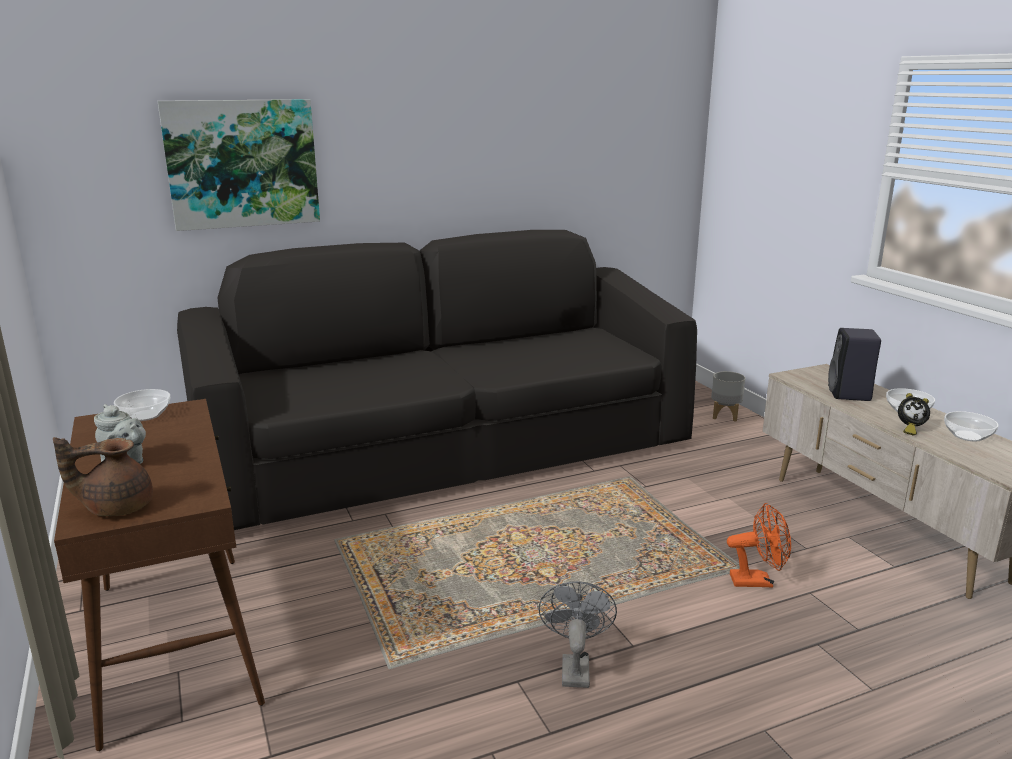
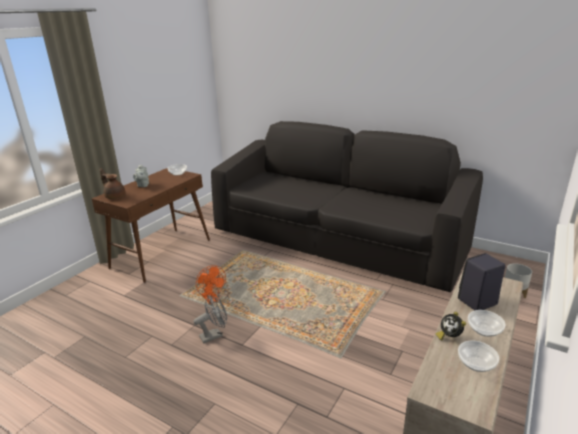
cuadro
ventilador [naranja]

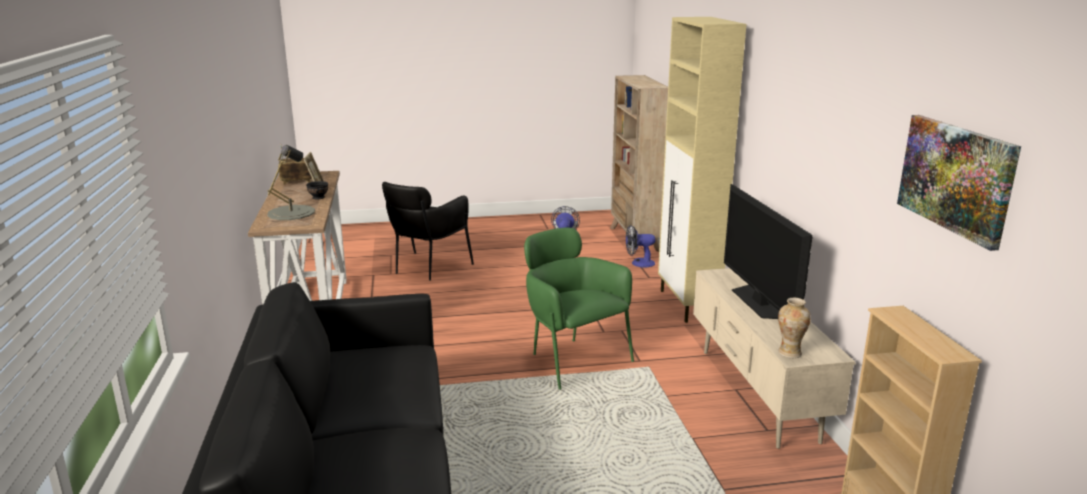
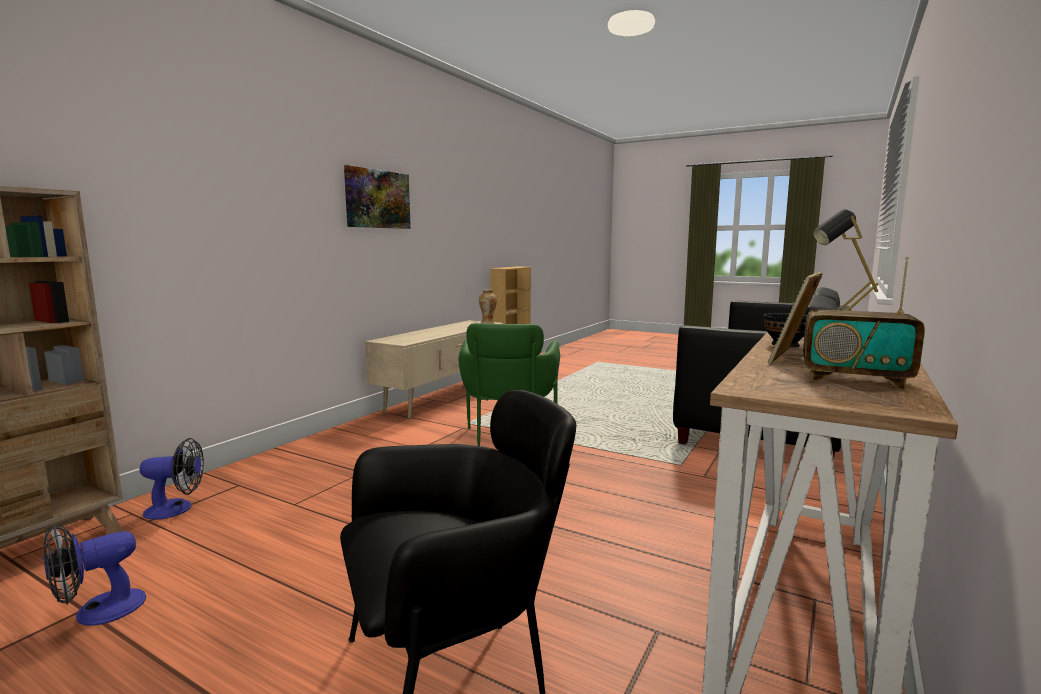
ventilador (no. 2 from left)
armario [beis]
televisor
cuadro

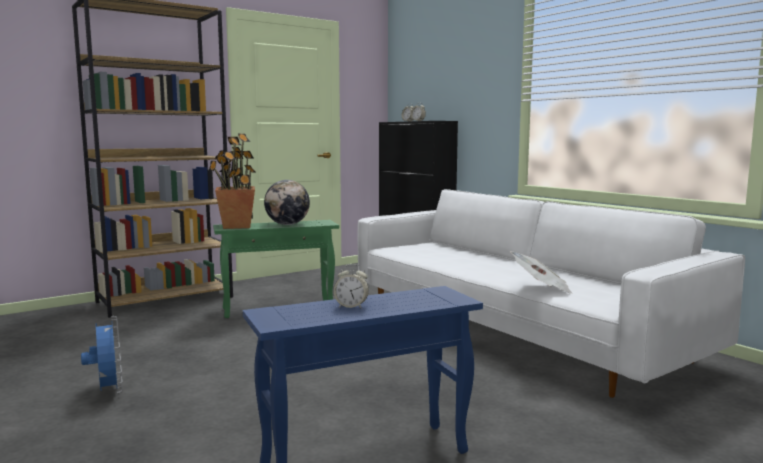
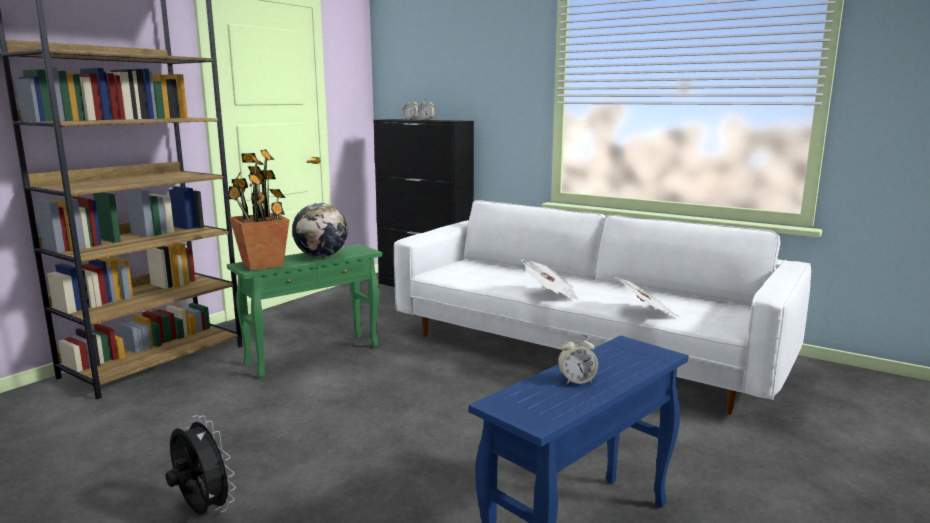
ventilador [negro]
periódico (no. 1 from left)

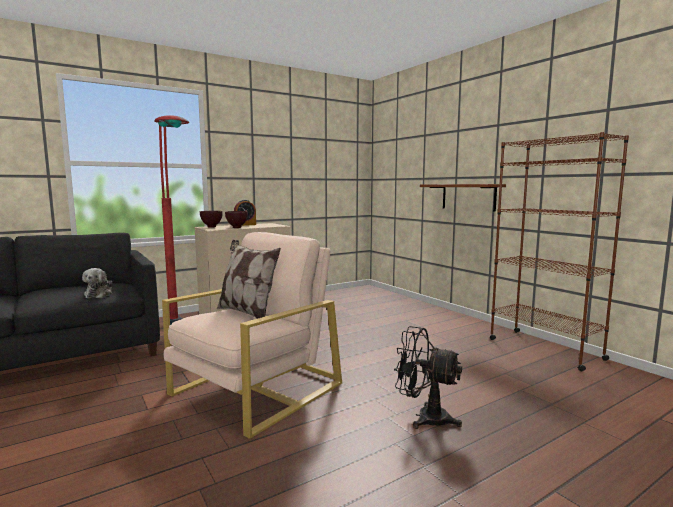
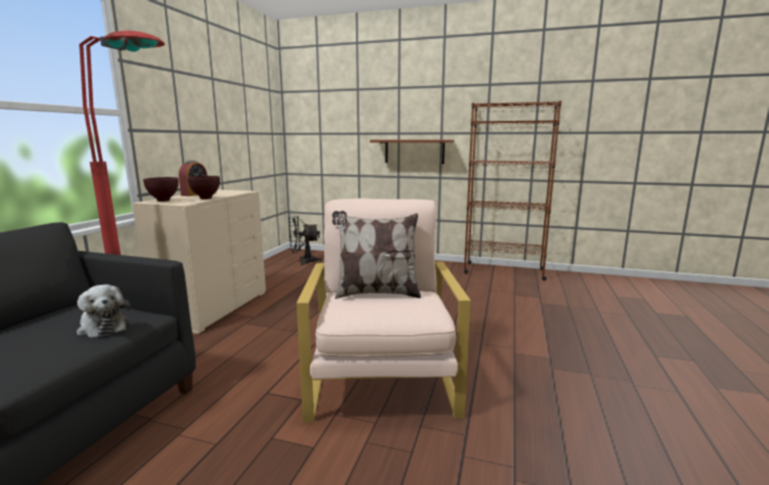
ventilador [negro]

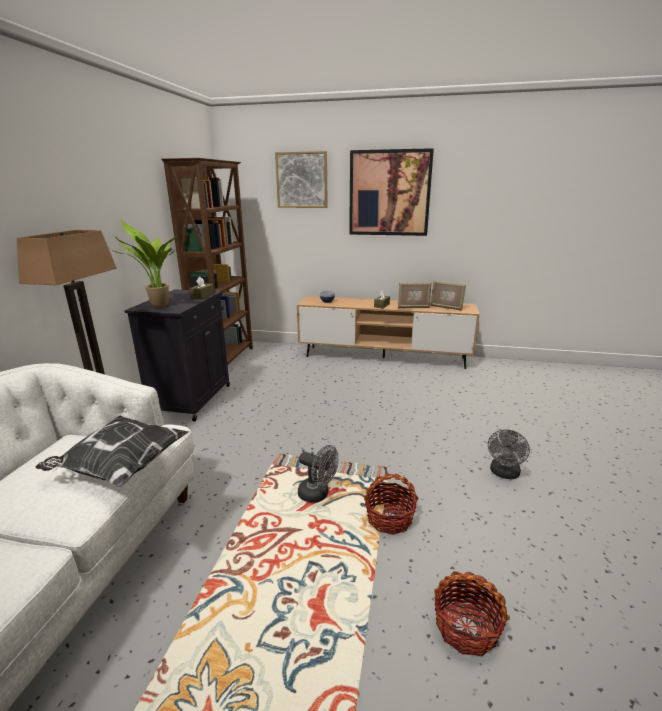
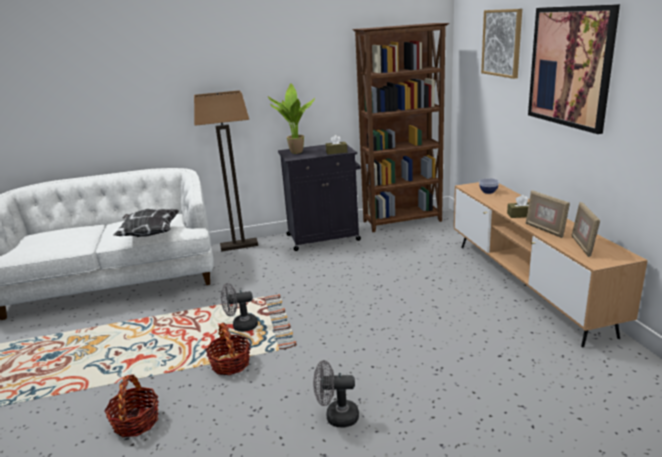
ventilador [gris] (no. 1 from left)

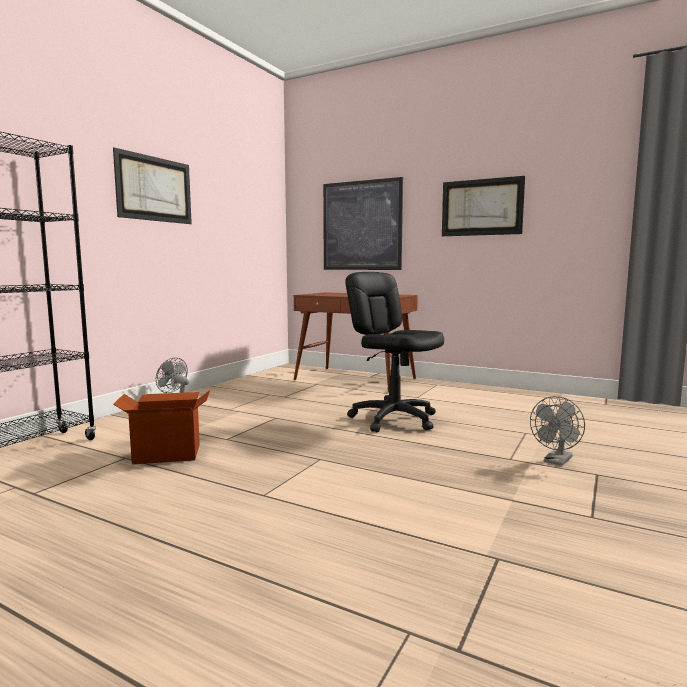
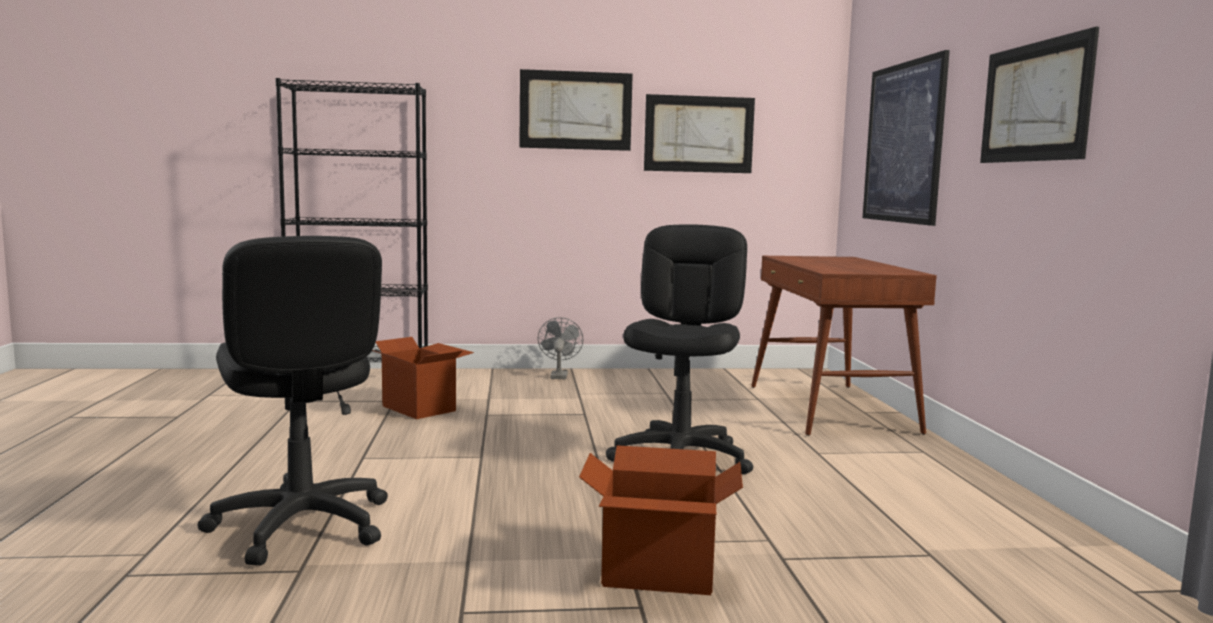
caja de cartón (no. 2 from left)
silla de oficina [negro] (no. 1 from left)
cuadro (no. 2 from left)

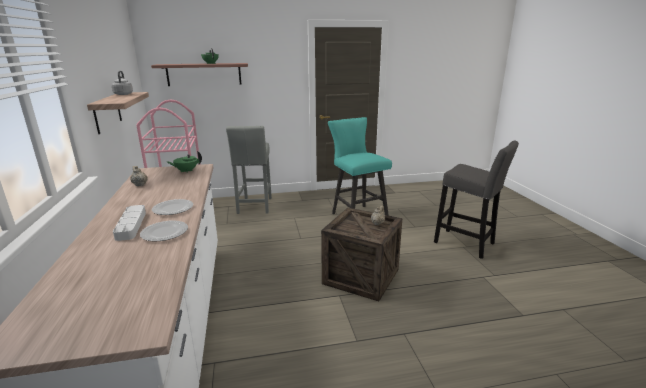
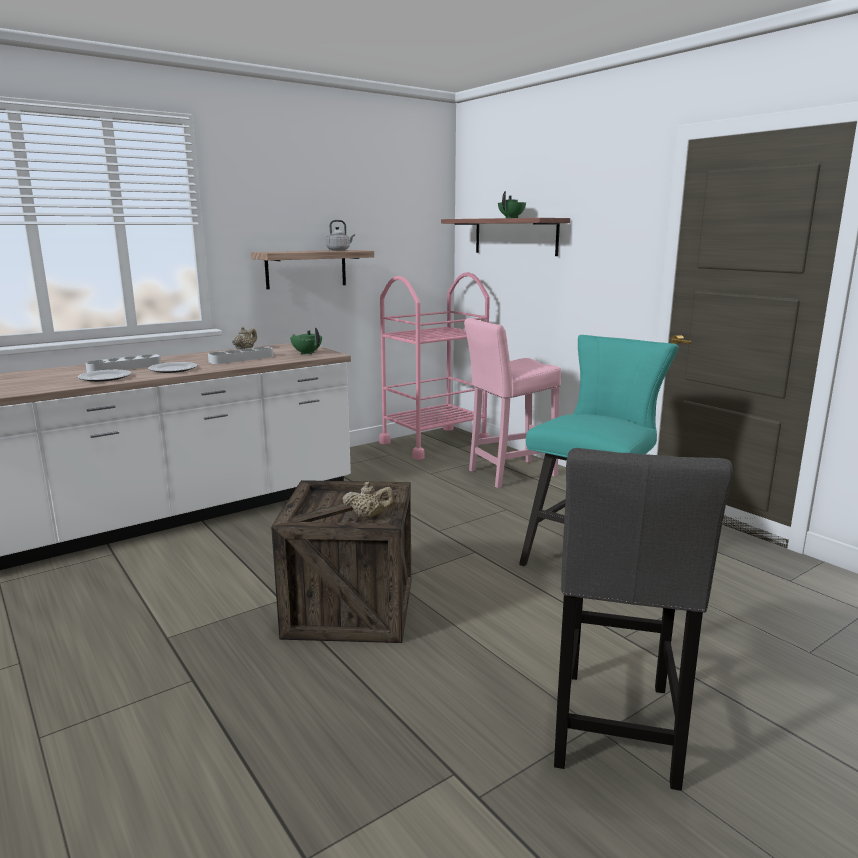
taburete [rosa]
bandeja [gris] (no. 2 from left)

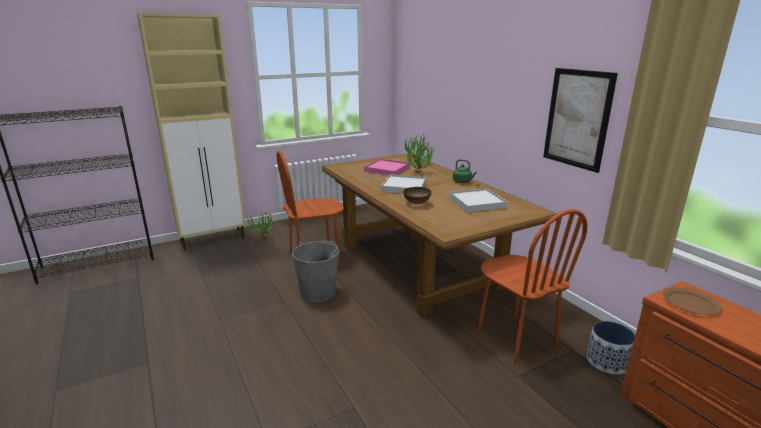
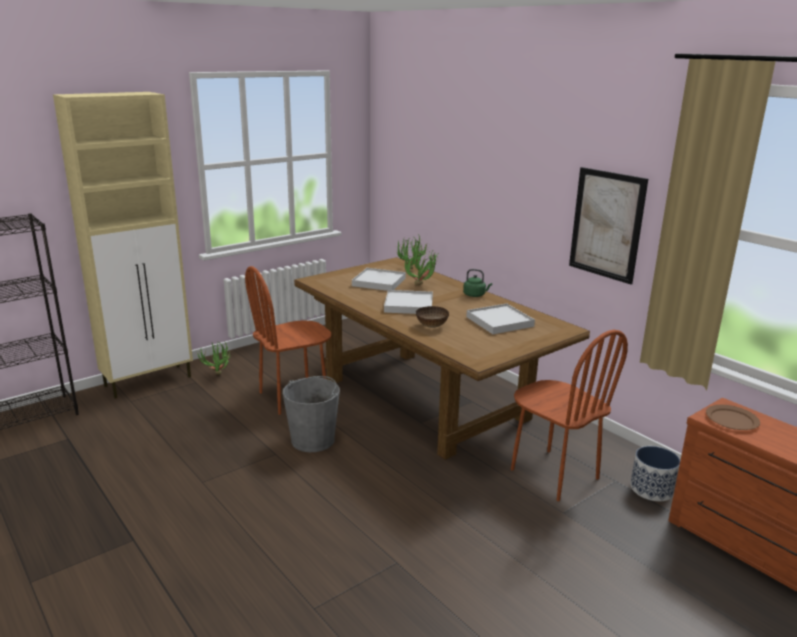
bandeja [blanco] (no. 1 from left)

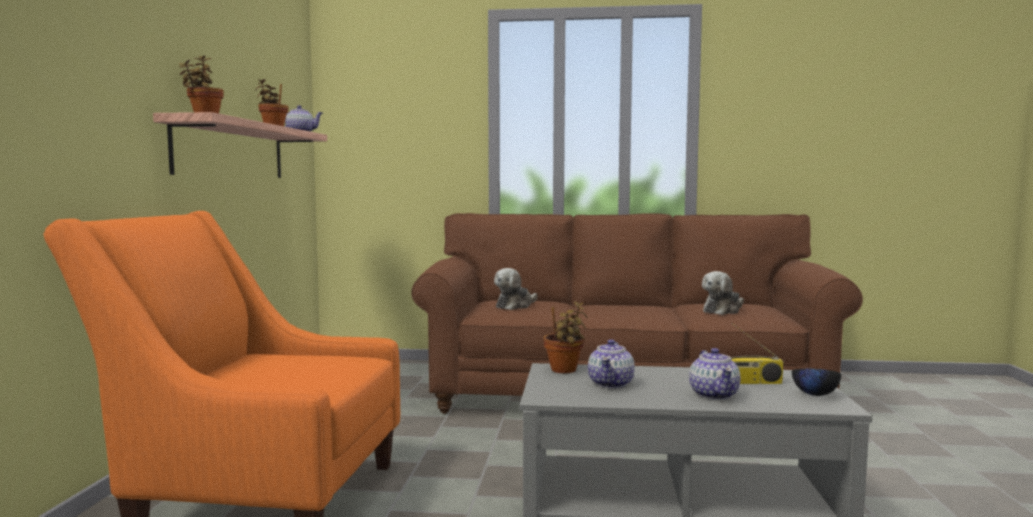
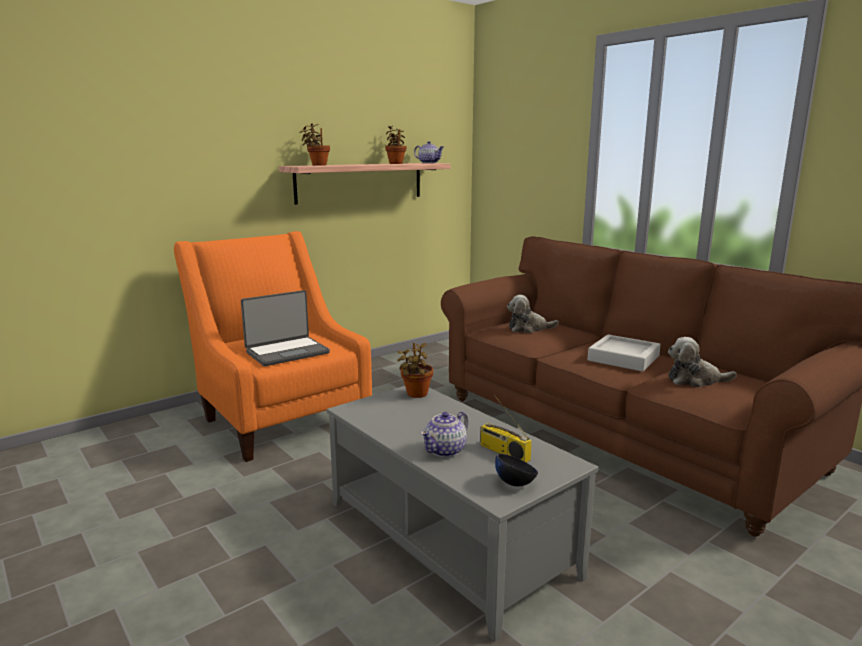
tetera (no. 2 from left in the first image)
portátil
bandeja [gris]

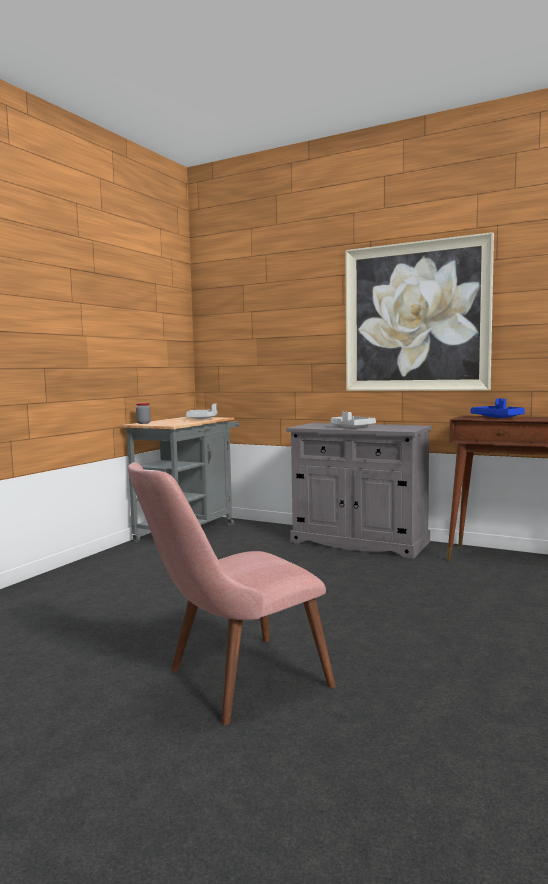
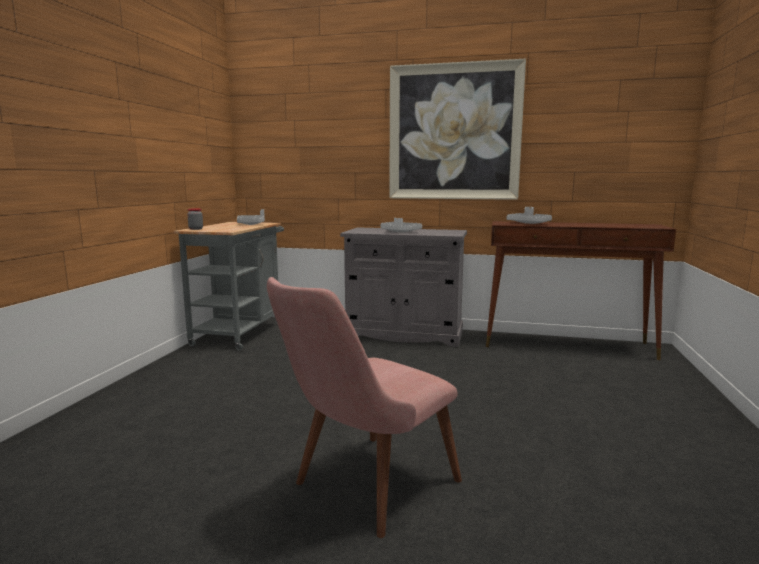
bandeja [gris] (no. 3 from left)

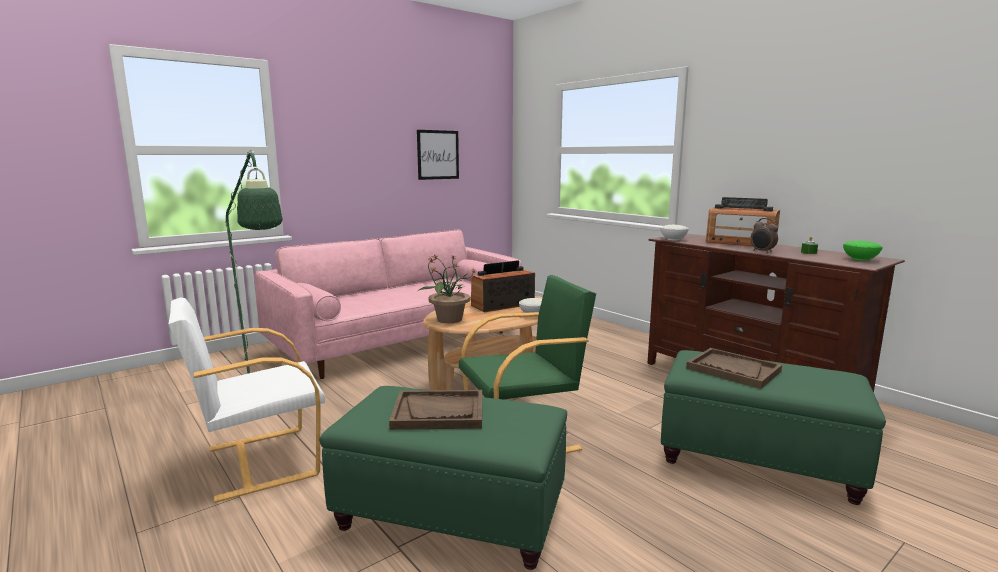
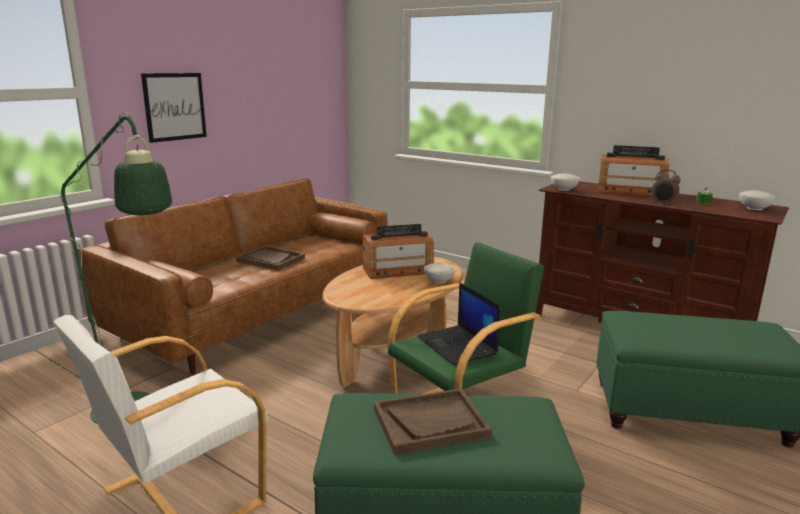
sofá [marrón]
cuadro
planta en maceta
radio (no. 1 from left)
bandeja [marrón] (no. 1 from left)
cuenco [blanco] (no. 3 from left)
portátil

